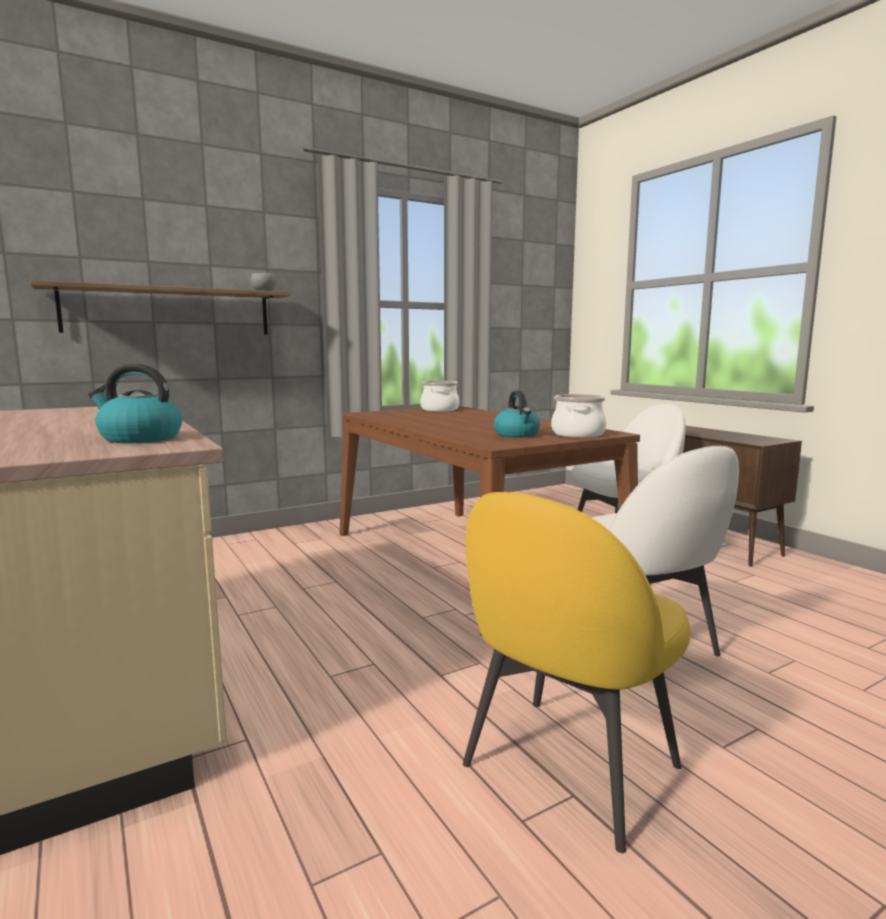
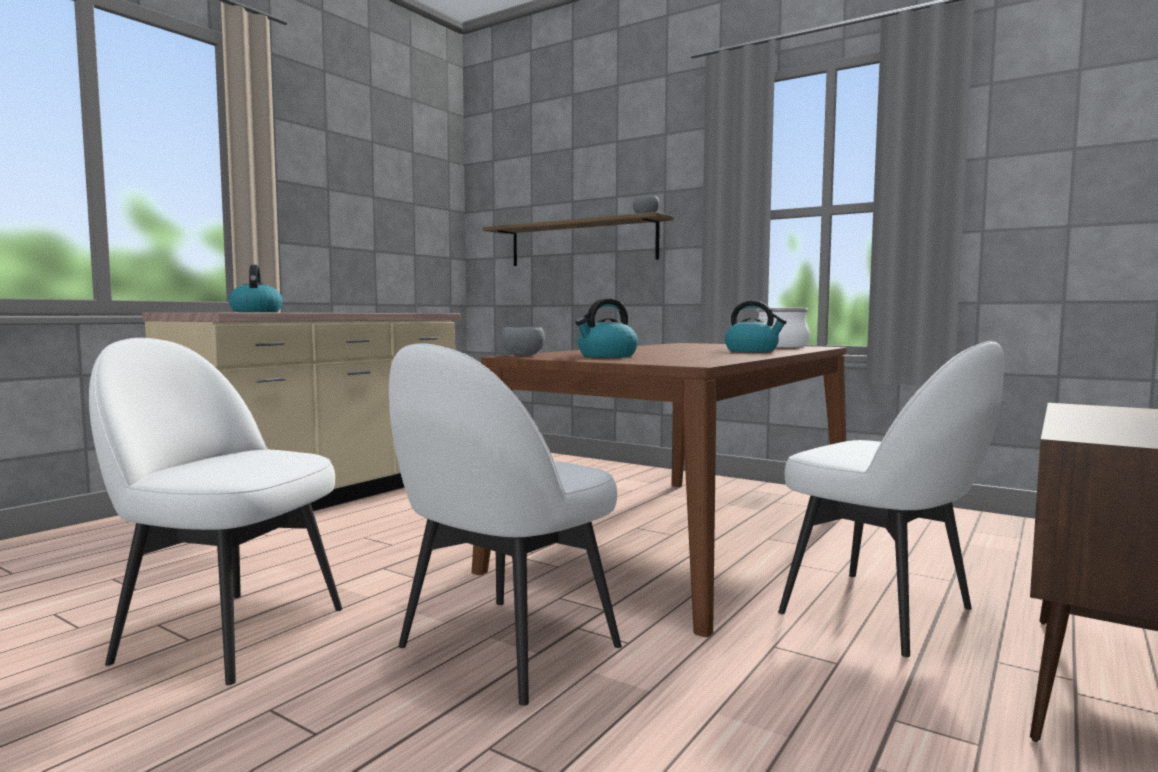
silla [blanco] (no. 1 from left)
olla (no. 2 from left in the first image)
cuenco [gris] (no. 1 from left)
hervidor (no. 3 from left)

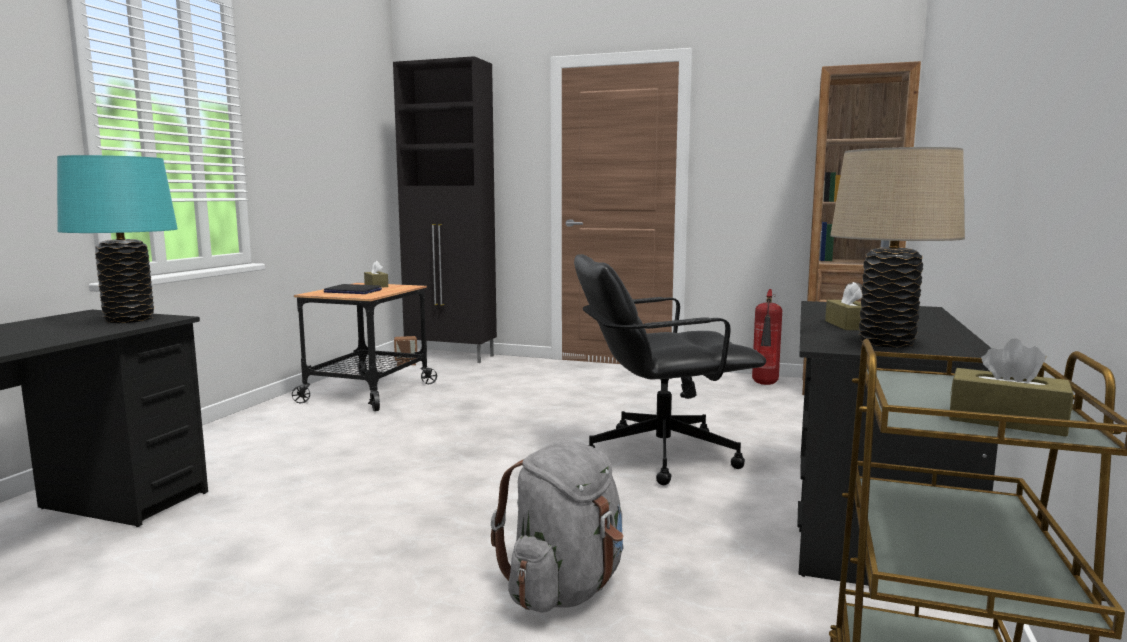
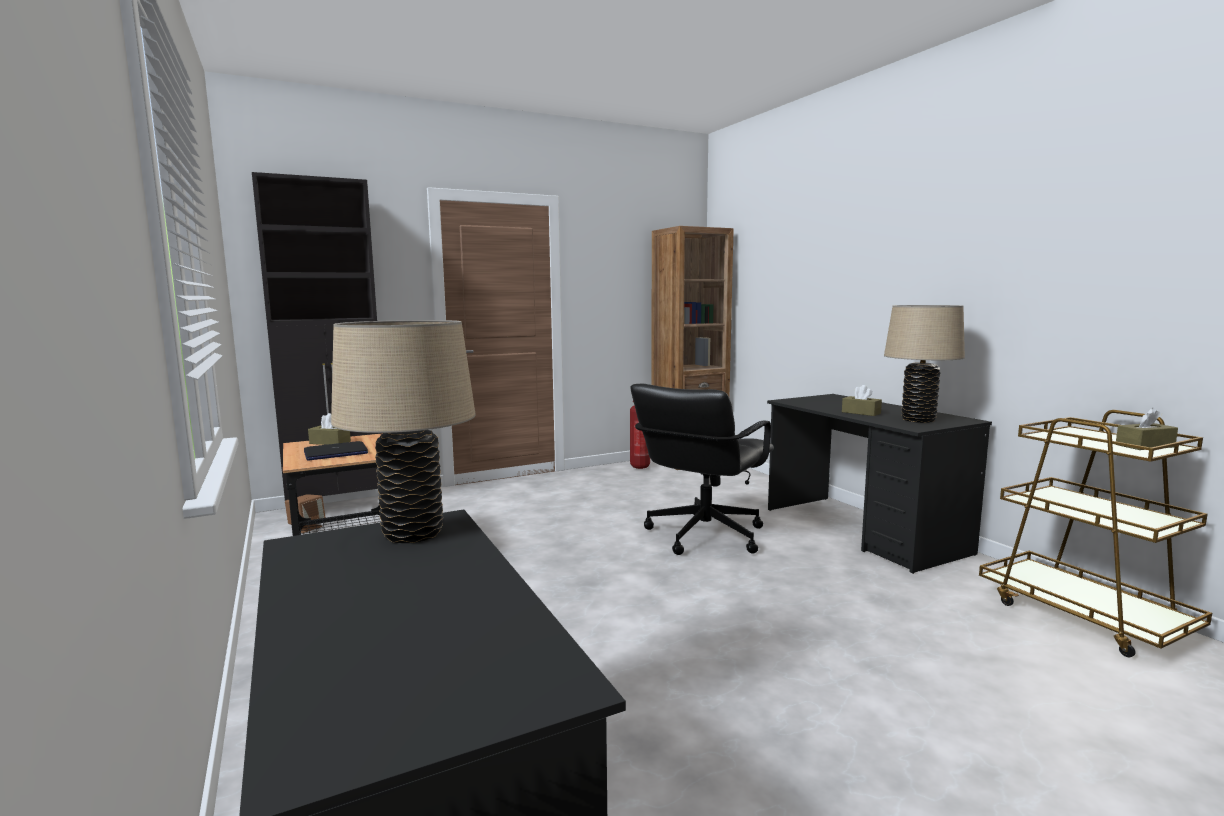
lámpara de mesa [beis] (no. 1 from left)
mochila [gris]

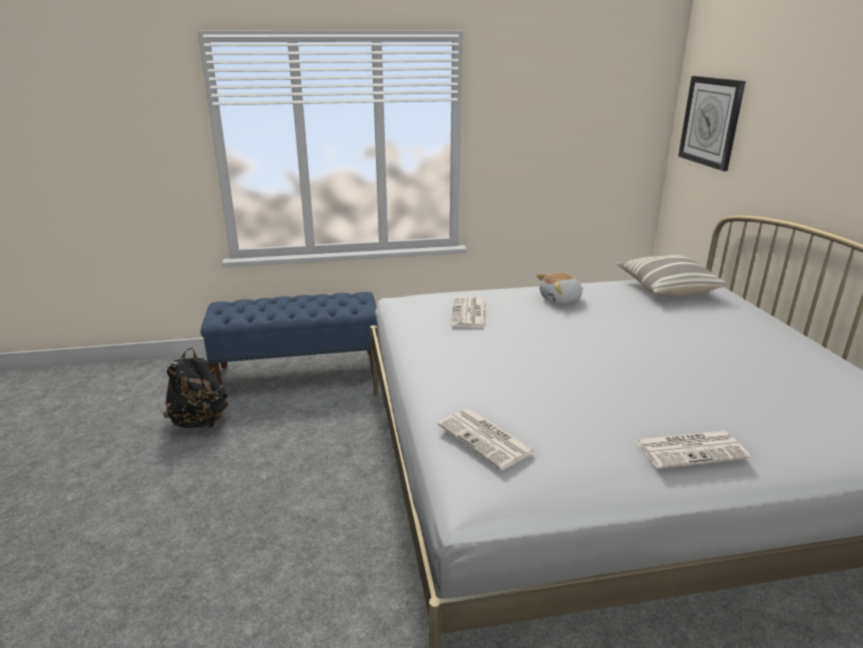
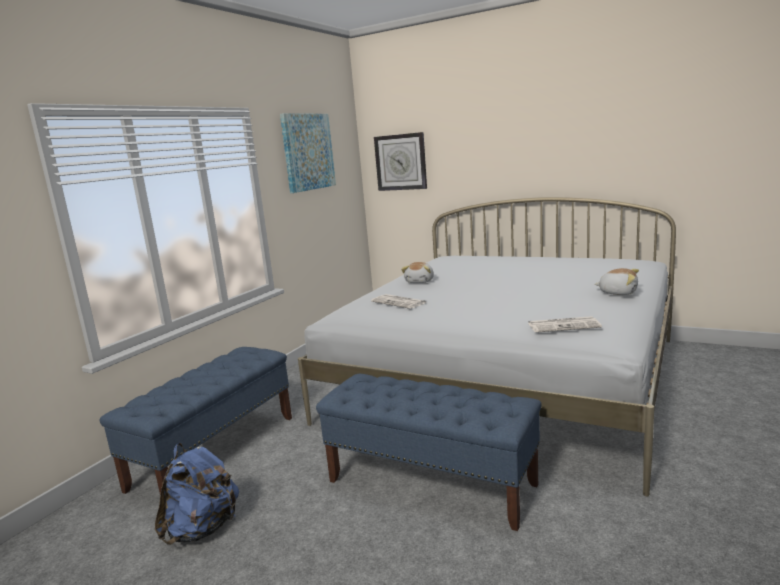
mochila [azul]
cojín
peluche (no. 2 from left)
cuadro
banco [azul] (no. 2 from left)

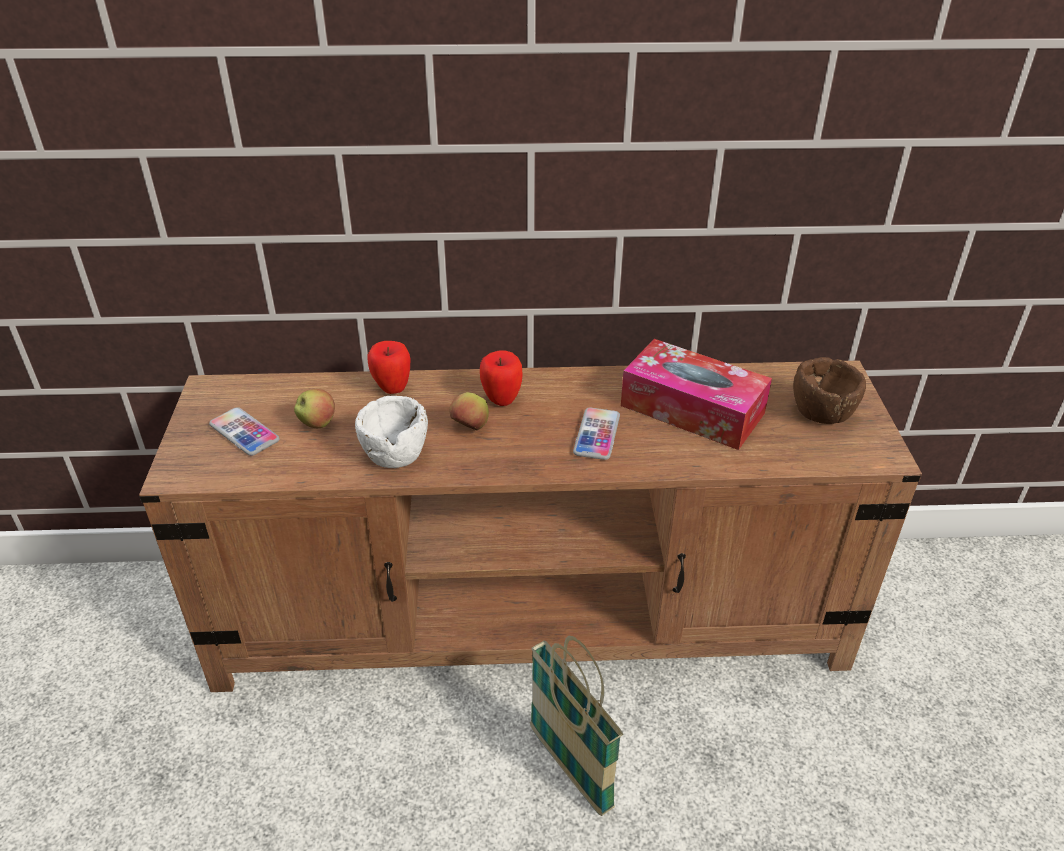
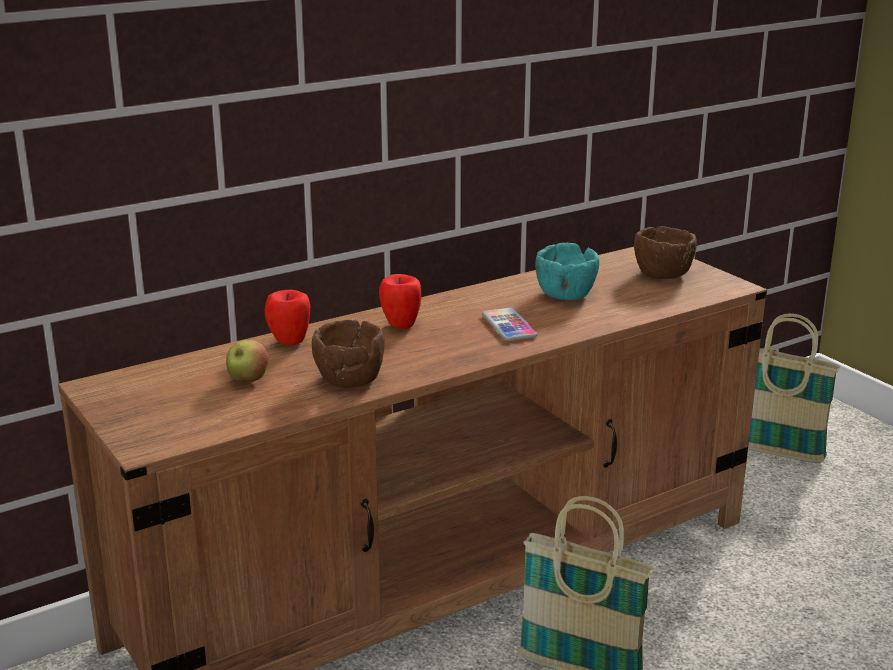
móvil (no. 1 from left in the first image)
cuenco [marrón] (no. 1 from left)
manzana (no. 3 from left in the first image)
cuenco [turquesa]
cesta (no. 2 from left)

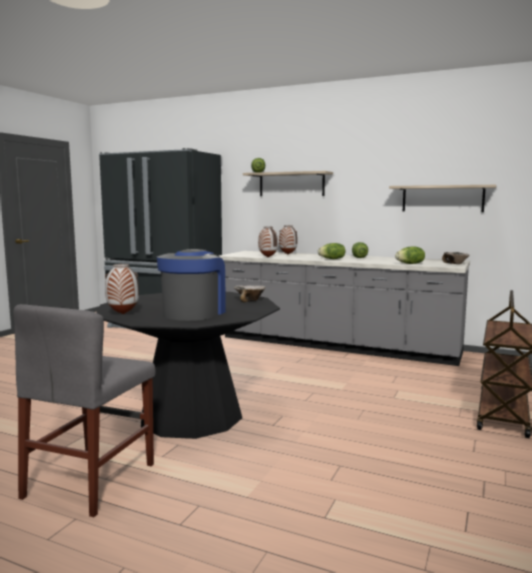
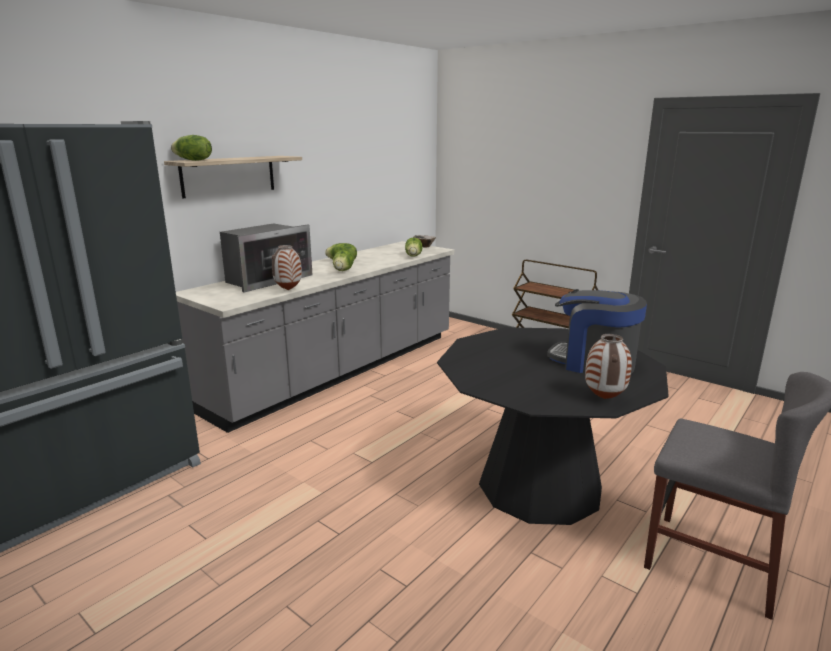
cuenco (no. 1 from left in the first image)
microondas
estante (no. 2 from left in the first image)

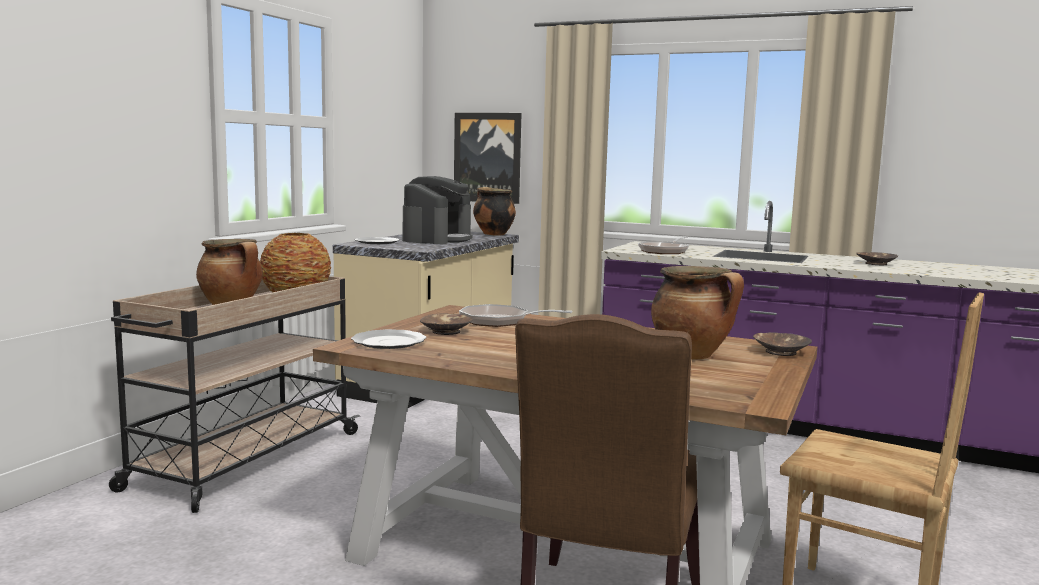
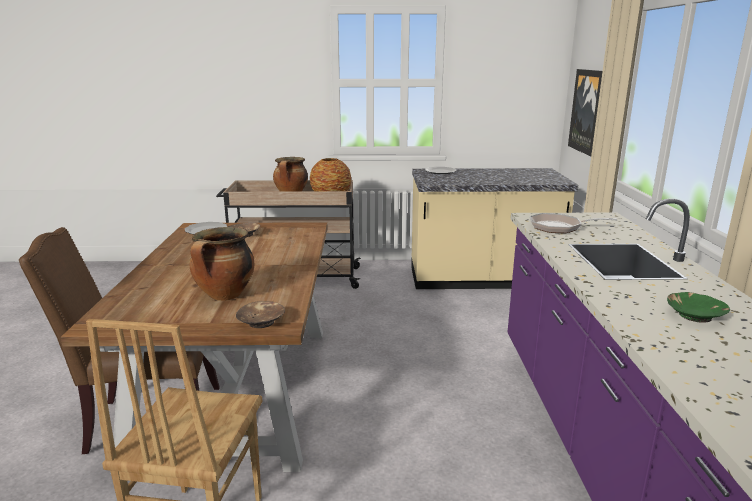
cafetera
sartén (no. 1 from left in the first image)
olla (no. 2 from left in the first image)
cuenco [verde]

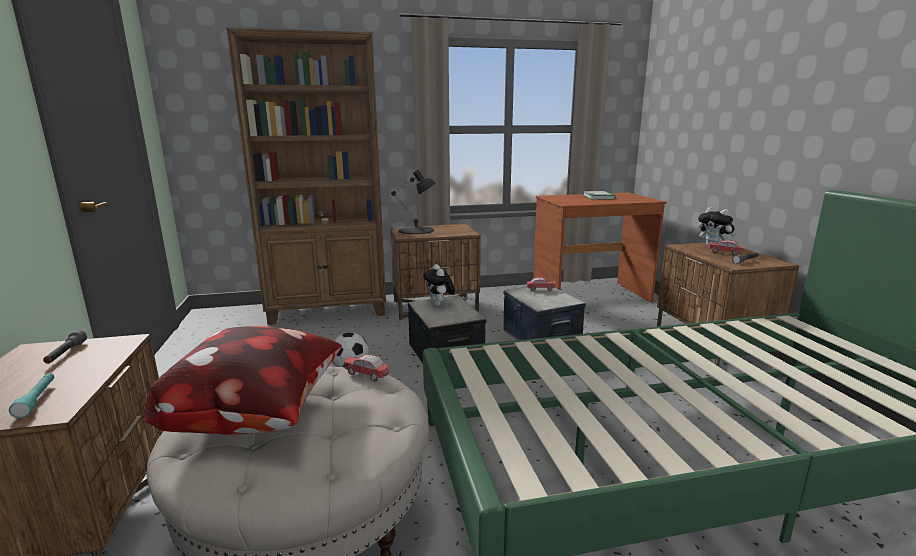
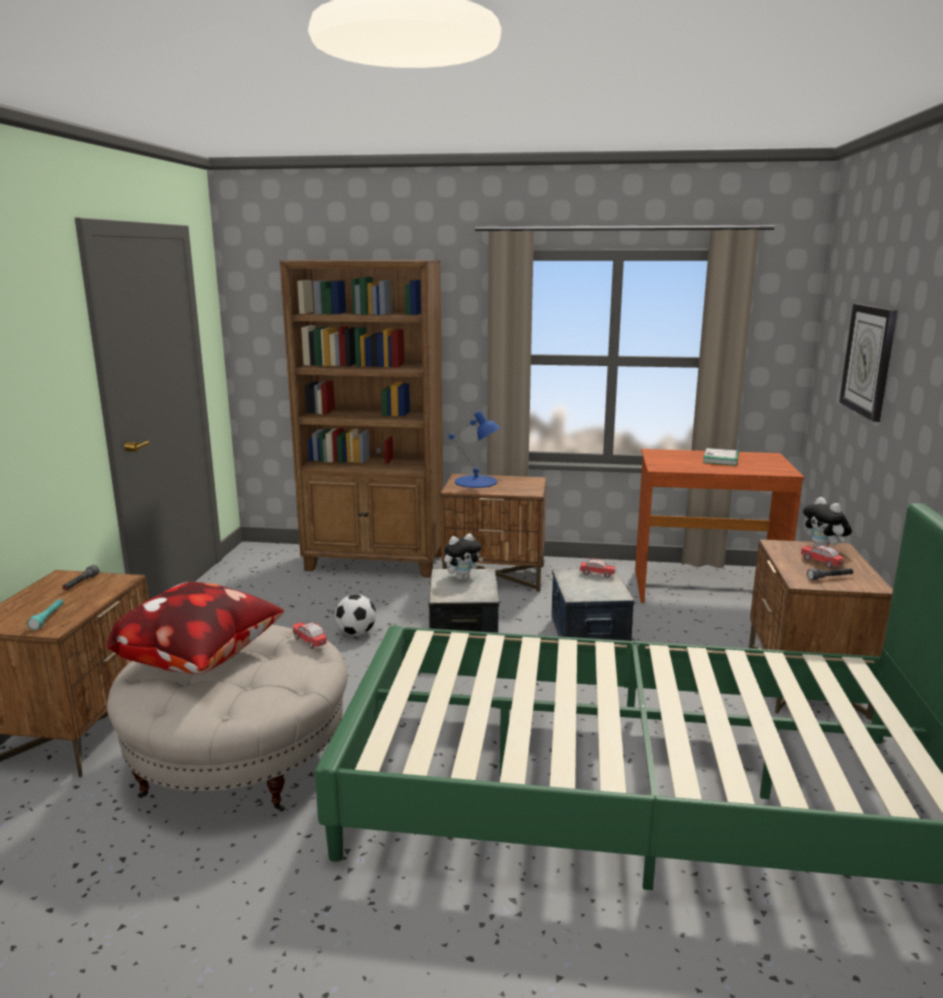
lámpara de mesa [azul]
peluche (no. 1 from left)
reloj de pared

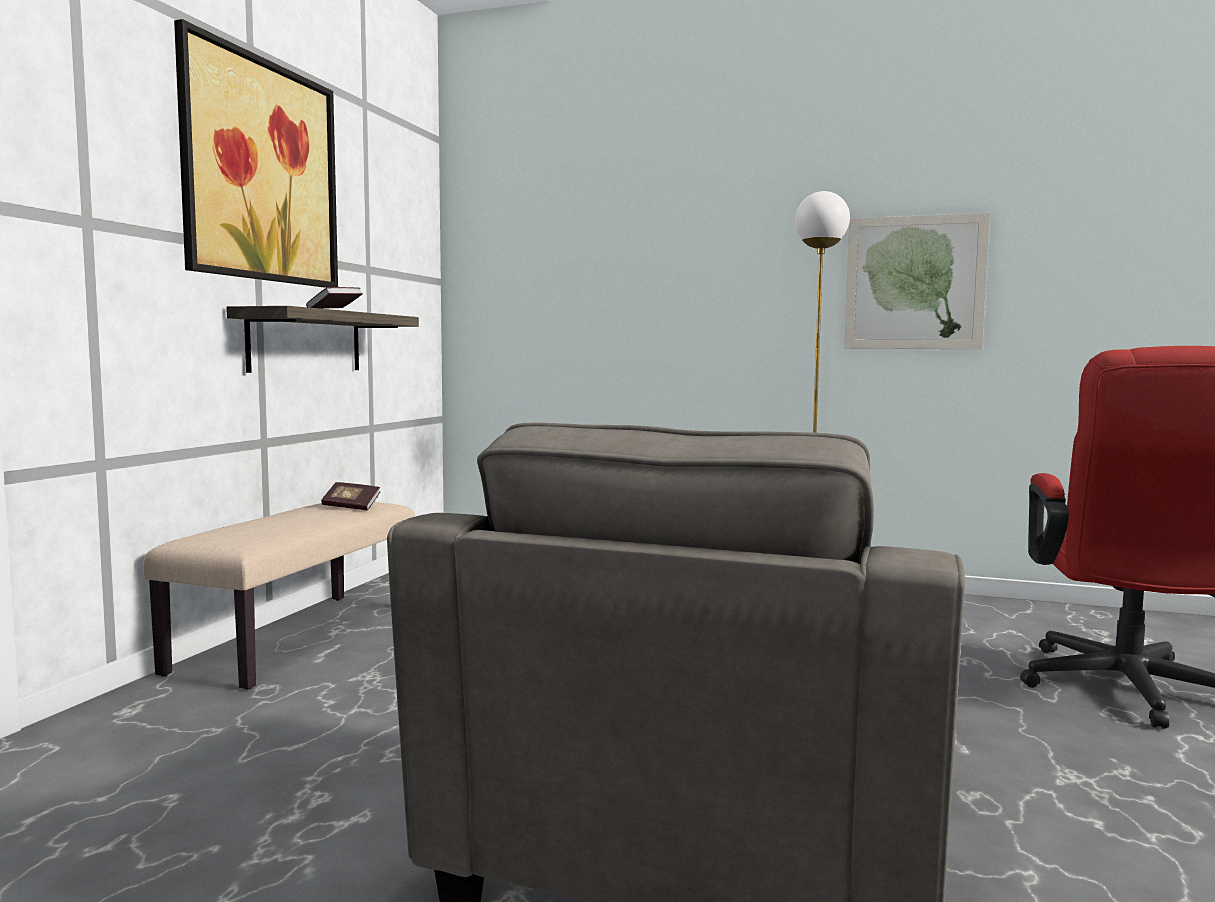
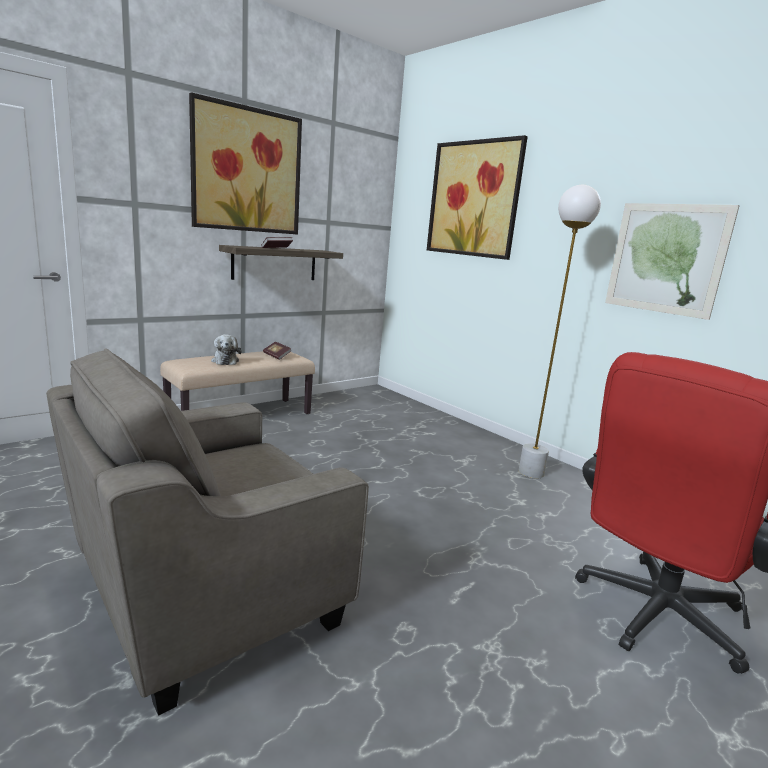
peluche
cuadro (no. 2 from left)

